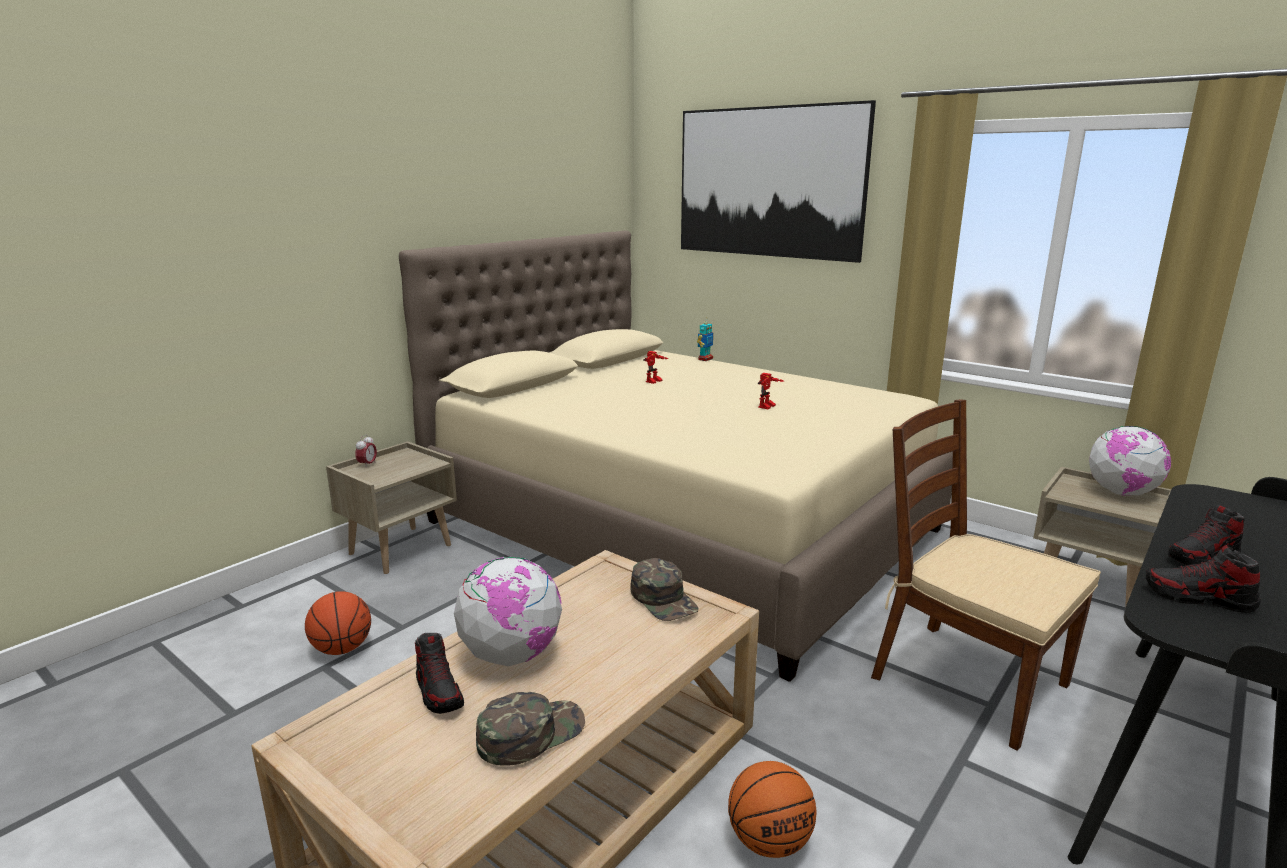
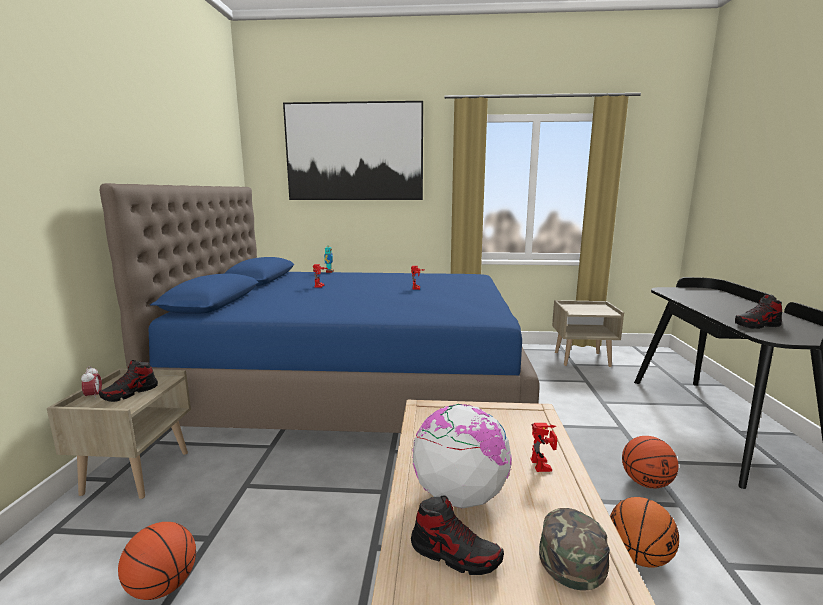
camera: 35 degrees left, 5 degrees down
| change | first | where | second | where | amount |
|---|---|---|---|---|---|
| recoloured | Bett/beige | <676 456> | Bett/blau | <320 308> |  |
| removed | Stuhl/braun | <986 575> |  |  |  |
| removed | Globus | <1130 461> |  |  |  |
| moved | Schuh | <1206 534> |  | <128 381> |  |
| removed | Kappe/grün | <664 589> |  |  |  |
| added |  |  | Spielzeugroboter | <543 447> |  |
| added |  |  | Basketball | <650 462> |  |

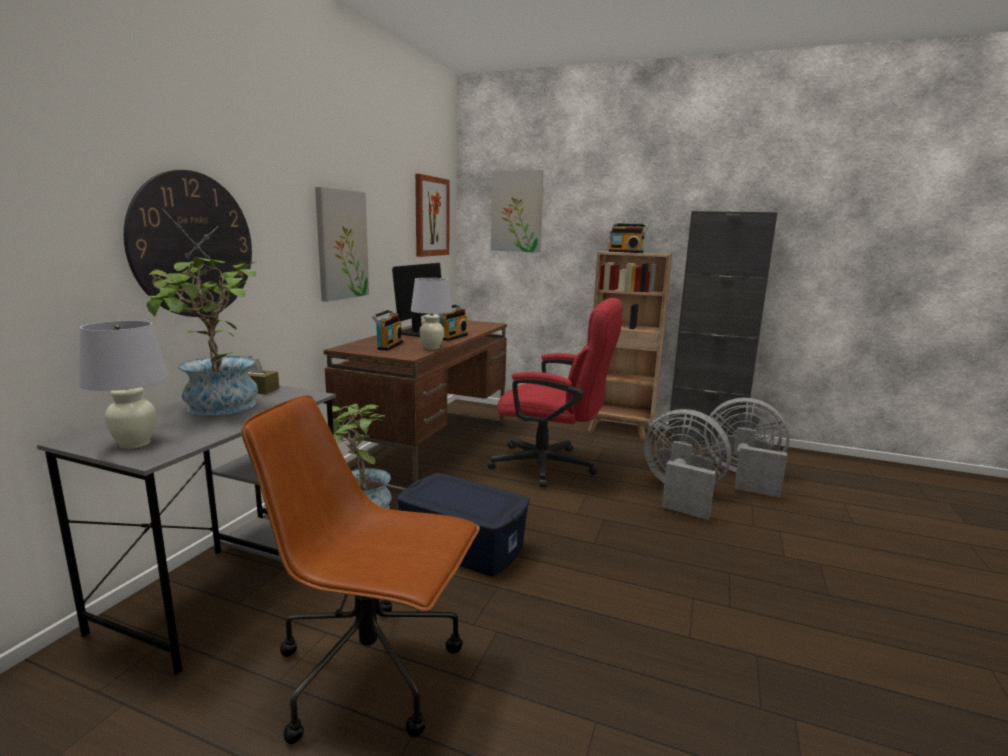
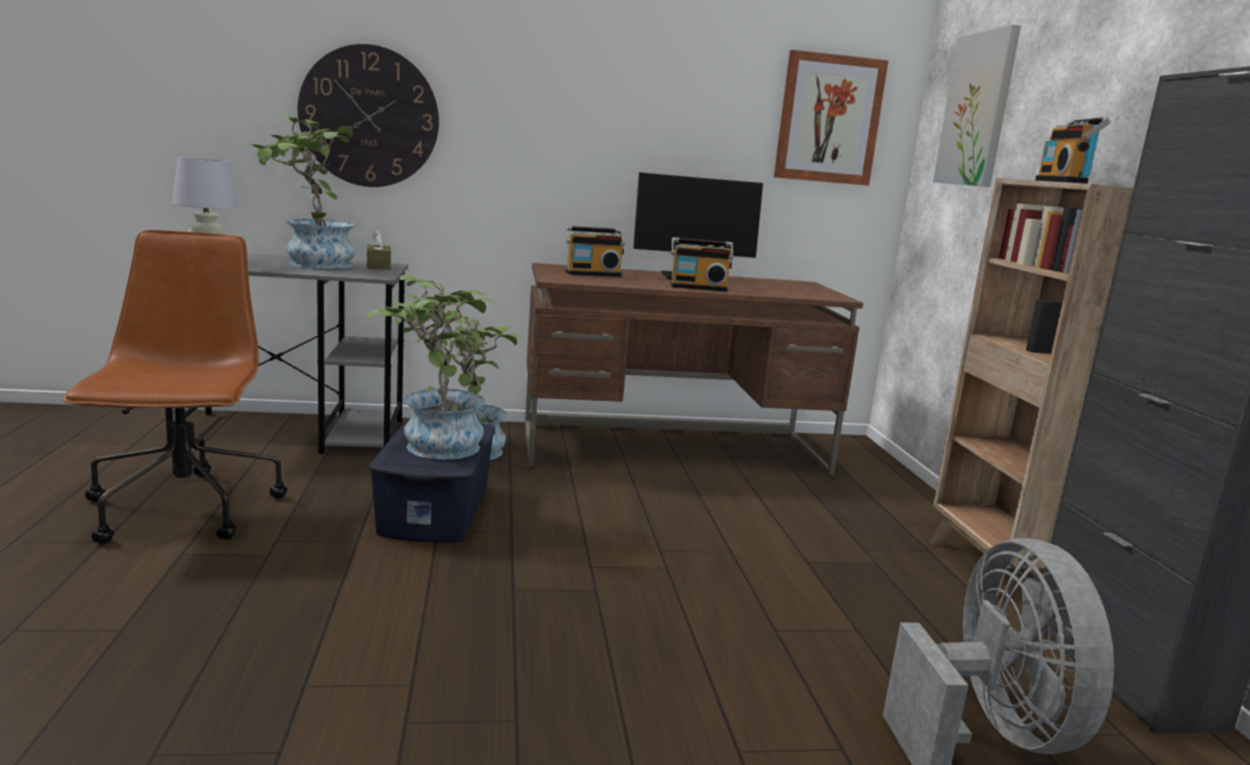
camera: 60 degrees right, 0 degrees up
| change | first | where | second | where | amount |
|---|---|---|---|---|---|
| removed | Bild | <342 244> |  |  |  |
| removed | Tischlampe/weiß | <431 313> |  |  |  |
| removed | Bürostuhl/rot | <555 393> |  |  |  |
| removed | Ventilator/grau | <687 464> |  |  |  |
| added |  |  | Topfpflanze | <431 367> |  |

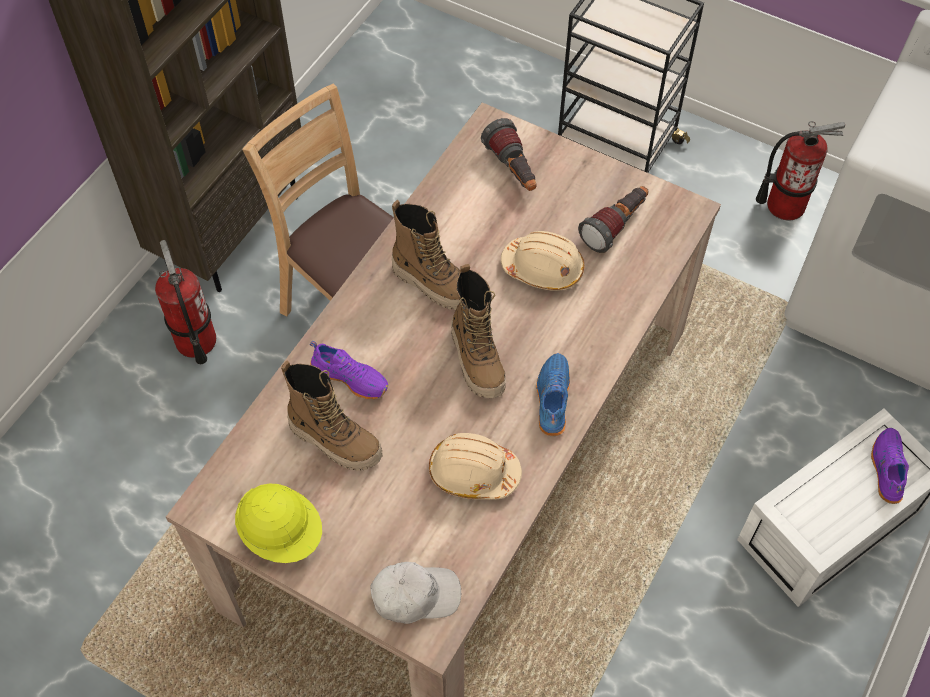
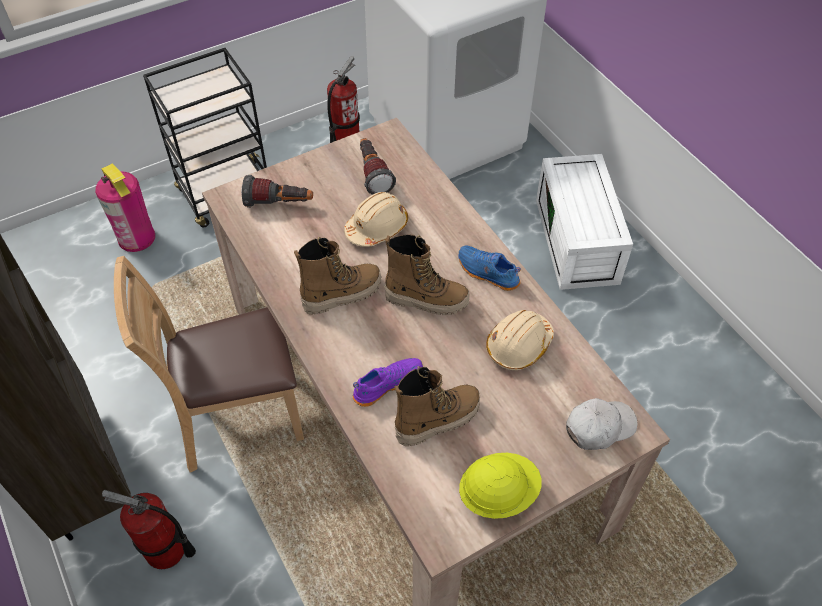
camera: 60 degrees left, 5 degrees down
| change | first | where | second | where | amount |
|---|---|---|---|---|---|
| removed | Schuh/lila | <890 466> |  |  |  |
| turned | Kappe/weiß | <415 593> |  | <602 424> | 45 degrees clockwise |
| added |  |  | Feuerlöscher | <125 207> |  |

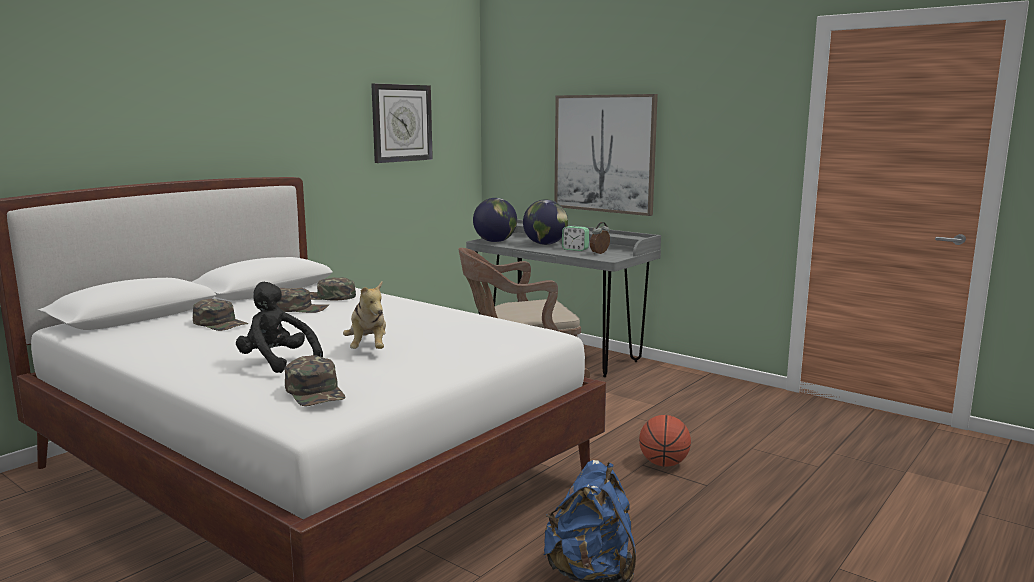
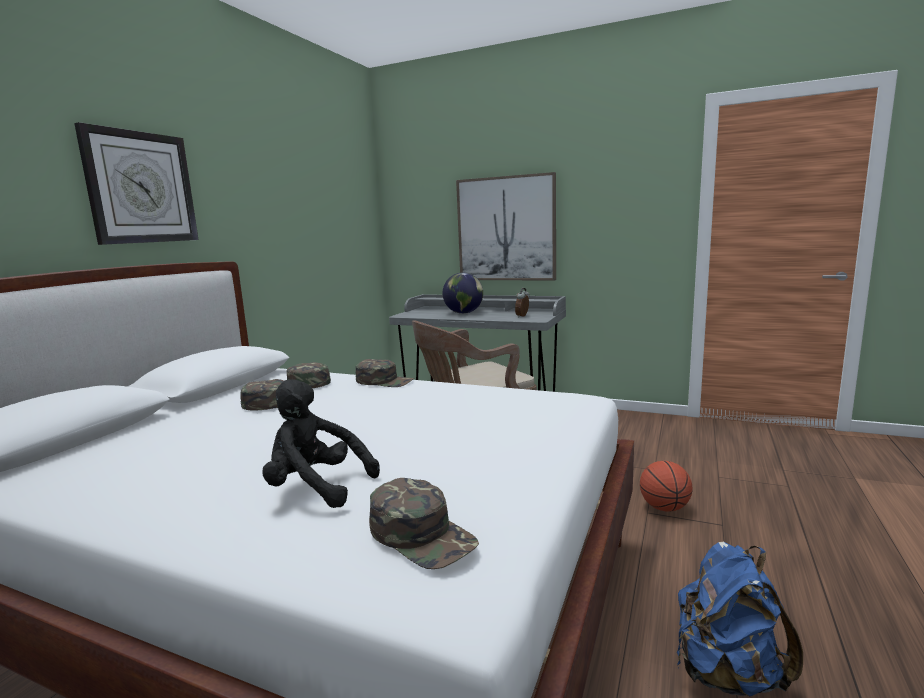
camera: 15 degrees left, 0 degrees up
| change | first | where | second | where | amount |
|---|---|---|---|---|---|
| moved | Wanduhr | <402 123> |  | <136 183> |  |
| removed | Globus | <495 220> |  |  |  |
| removed | Wecker | <575 238> |  |  |  |
| removed | Plüschtier | <364 315> |  |  |  |
| moved | Kappe/grün | <220 315> |  | <385 373> |  |

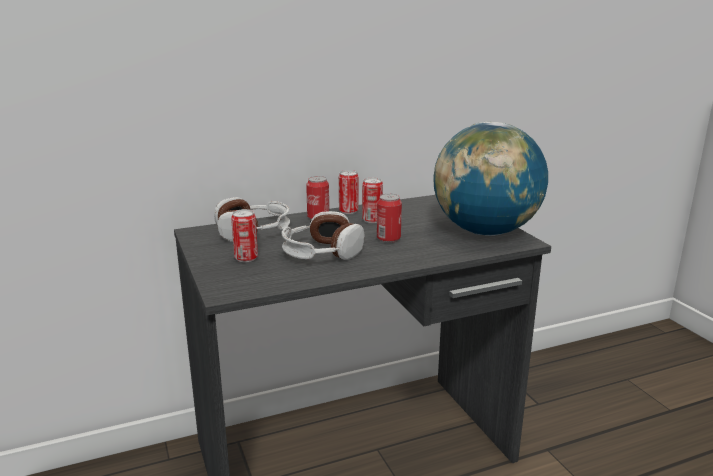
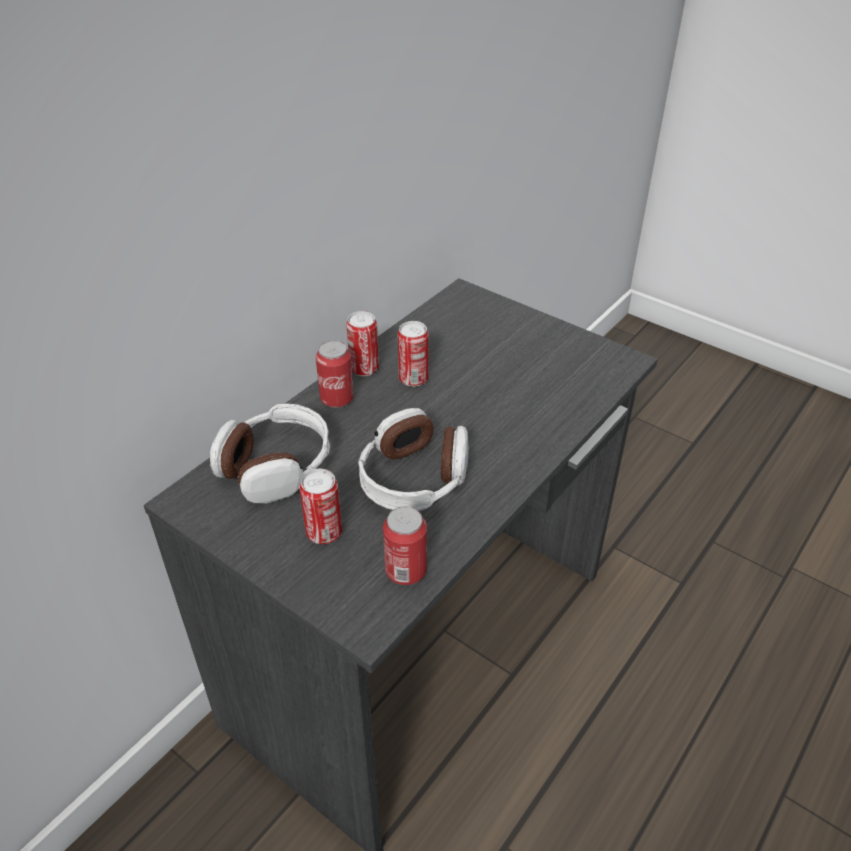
camera: 30 degrees left, 20 degrees up
| change | first | where | second | where | amount |
|---|---|---|---|---|---|
| removed | Globus | <490 179> |  |  |  |
| moved | Dose | <389 218> |  | <405 546> |  |

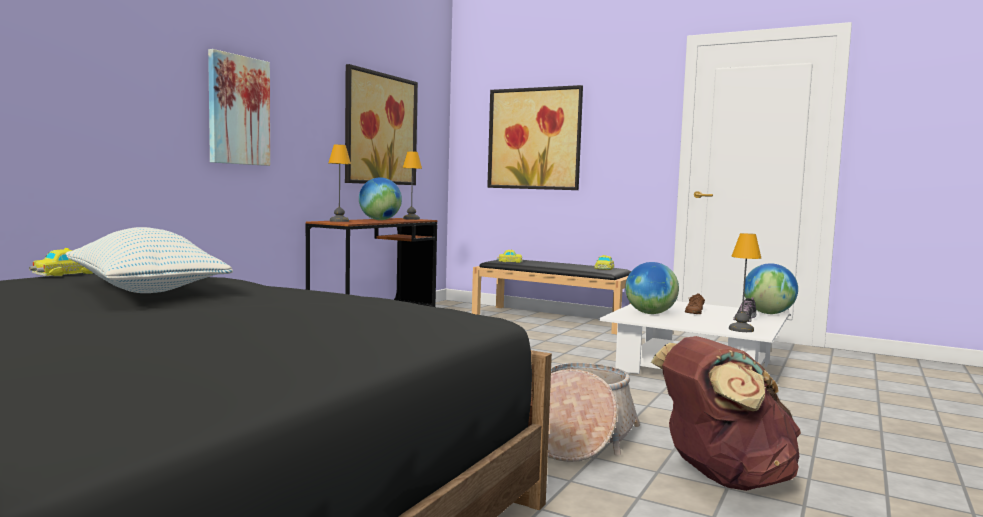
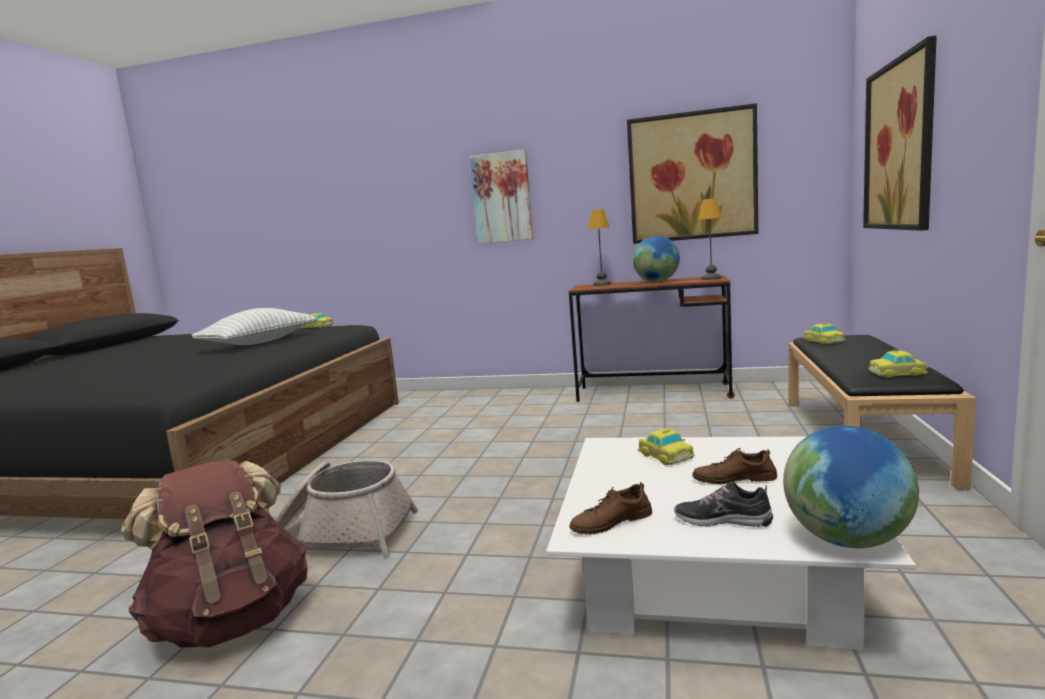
camera: 75 degrees right, 5 degrees up
| change | first | where | second | where | amount |
|---|---|---|---|---|---|
| replaced | Tischlampe | <745 282> | Schuh/braun | <610 508> |  |
| replaced | Globus | <652 288> | Spielzeugauto | <666 447> |  |

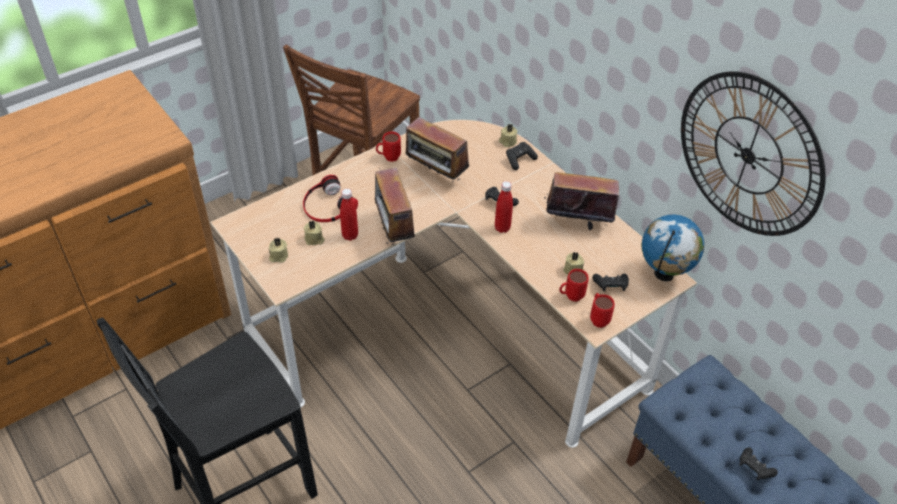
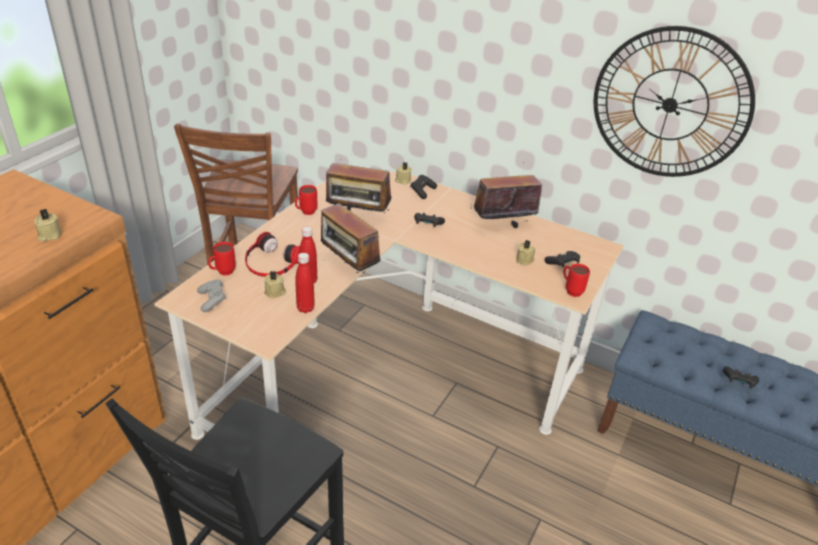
camera: 25 degrees left, 10 degrees down
| change | first | where | second | where | amount |
|---|---|---|---|---|---|
| moved | Flasche/rot | <504 207> |  | <305 283> |  |
| removed | Globus | <673 248> |  |  |  |
| moved | Kerze/beige | <278 250> |  | <48 225> |  |
| moved | Henkelbecher/rot | <574 285> |  | <222 259> |  |
| added |  |  | Gamepad/grau | <211 295> |  |

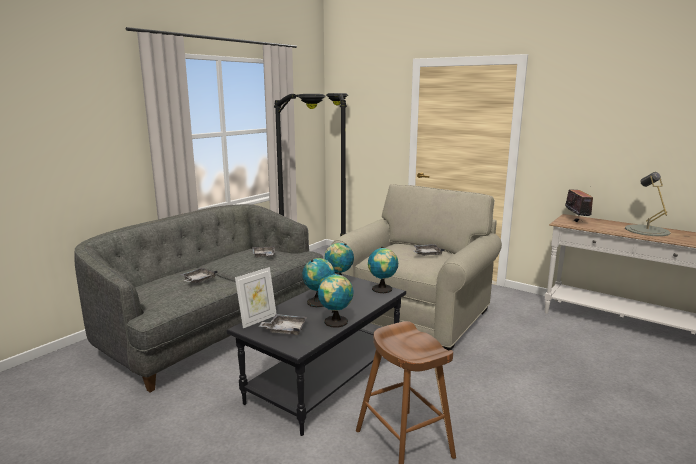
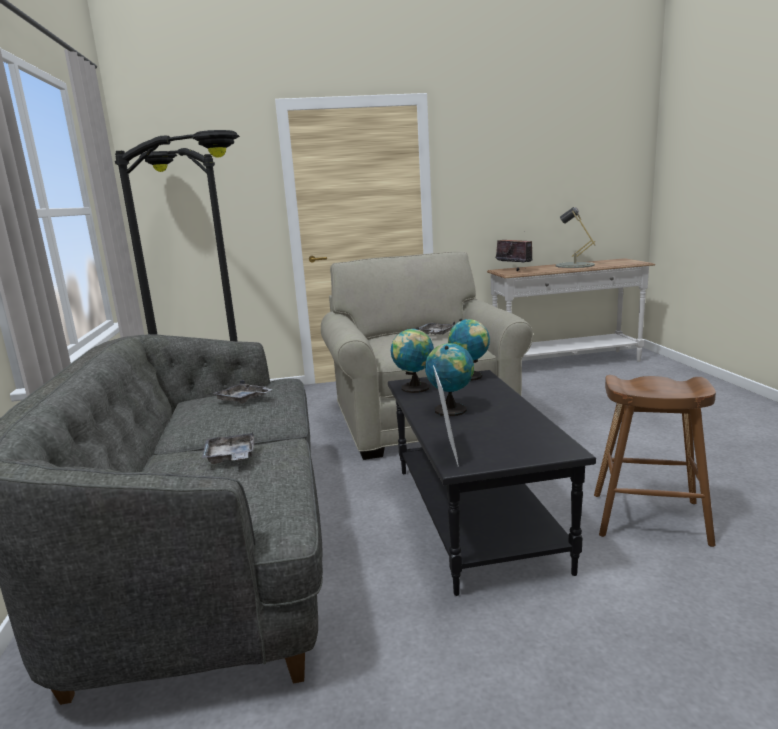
camera: 45 degrees left, 0 degrees up
| change | first | where | second | where | amount |
|---|---|---|---|---|---|
| removed | Globus | <335 300> |  |  |  |
| removed | Tablett/grau | <283 324> |  |  |  |

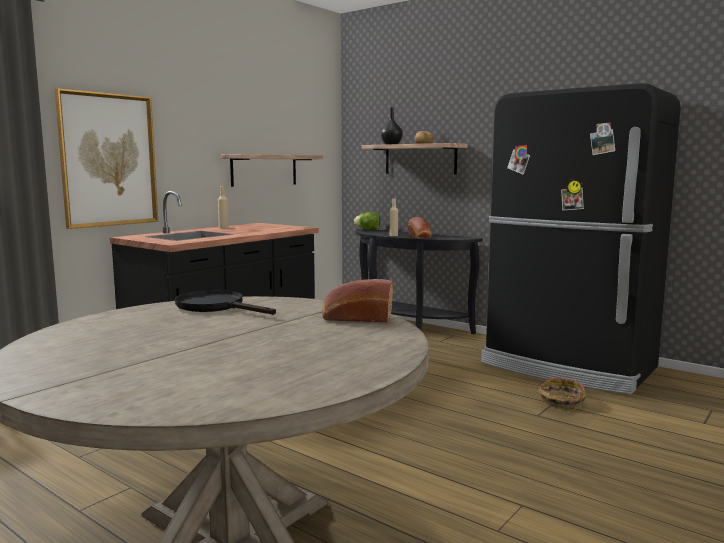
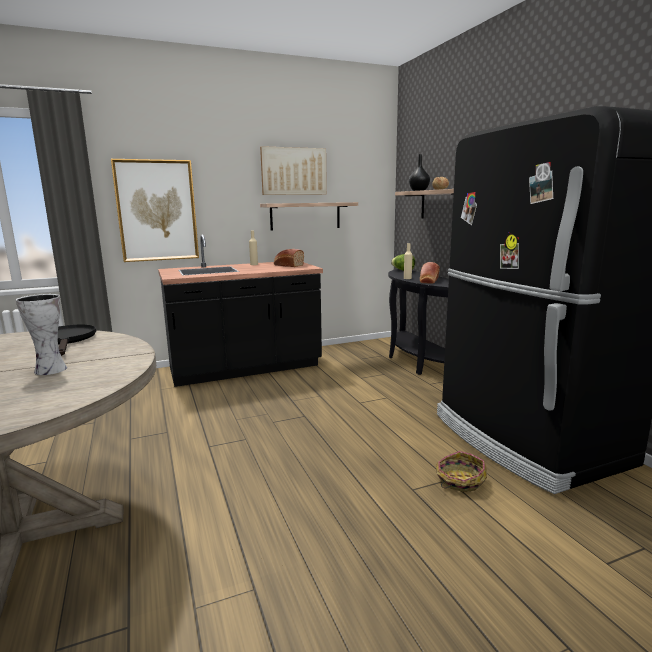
camera: 30 degrees right, 5 degrees up
| change | first | where | second | where | amount |
|---|---|---|---|---|---|
| moved | Brot | <357 300> |  | <289 258> |  |
| added |  |  | Bild | <293 170> |  |
| added |  |  | Vase | <41 334> |  |

